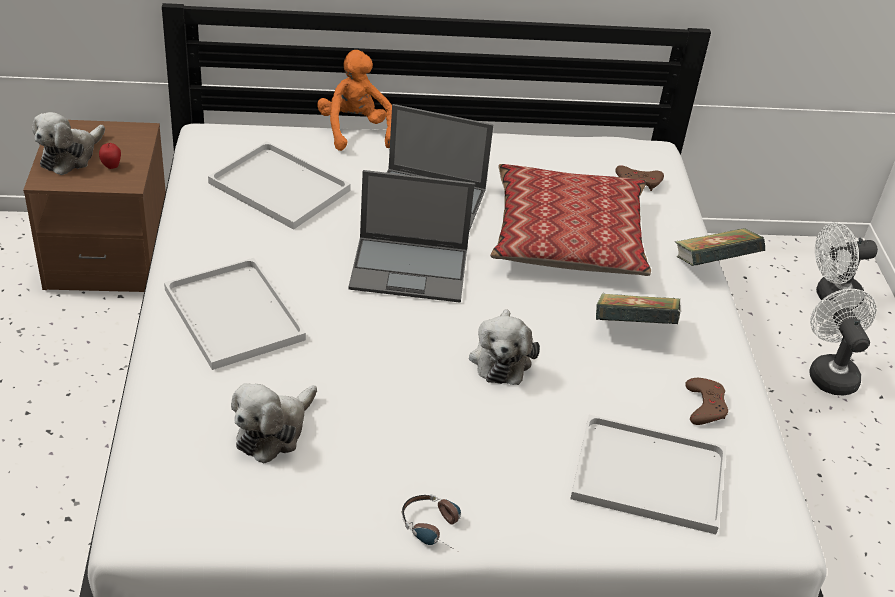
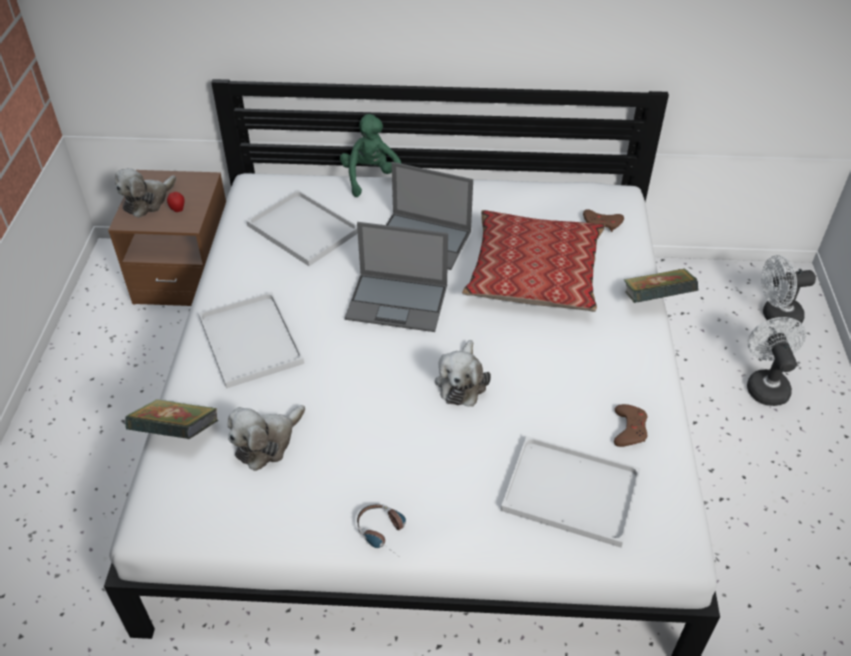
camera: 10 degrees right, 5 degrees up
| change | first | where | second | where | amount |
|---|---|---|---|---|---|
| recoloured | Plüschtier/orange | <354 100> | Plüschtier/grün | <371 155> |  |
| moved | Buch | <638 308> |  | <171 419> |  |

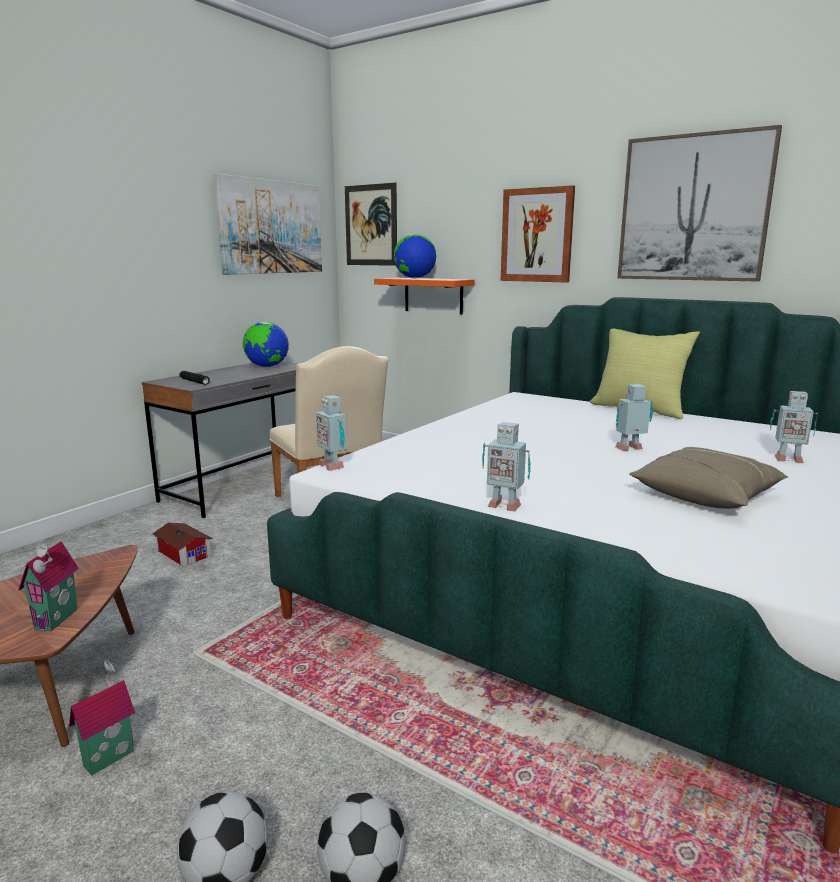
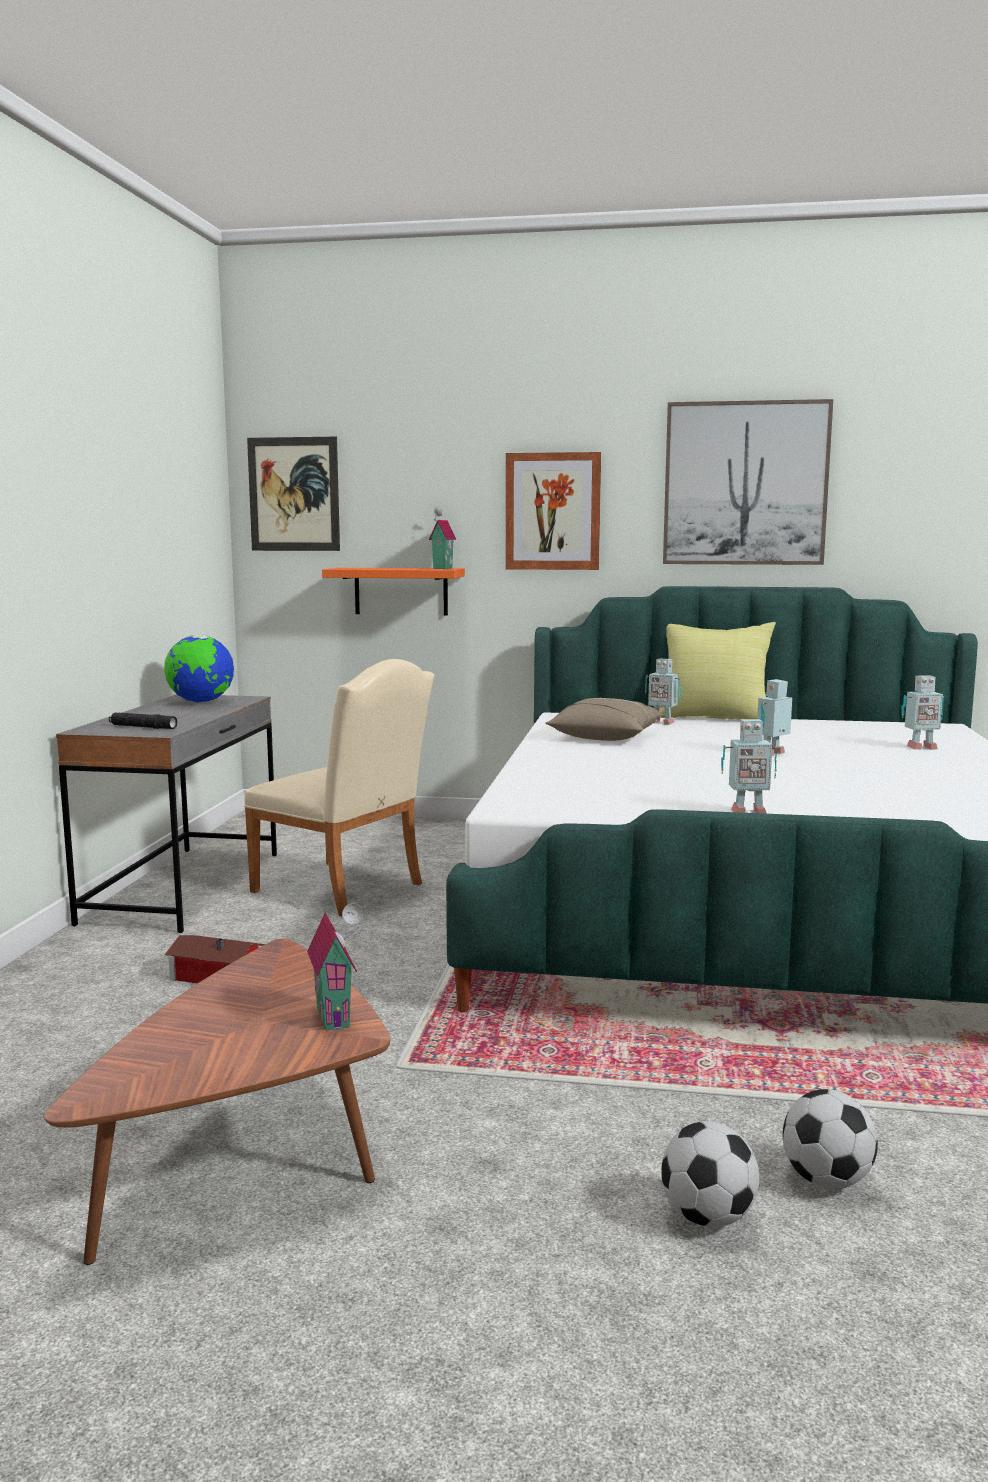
camera: 25 degrees left, 5 degrees down
| change | first | where | second | where | amount |
|---|---|---|---|---|---|
| removed | Bild | <268 224> |  |  |  |
| removed | Globus | <415 256> |  |  |  |
| moved | Spielzeugroboter | <331 433> |  | <663 692> |  |
| moved | Kissen/beige | <708 478> |  | <604 719> |  |
| moved | Spielzeughaus | <102 717> |  | <442 538> |  |

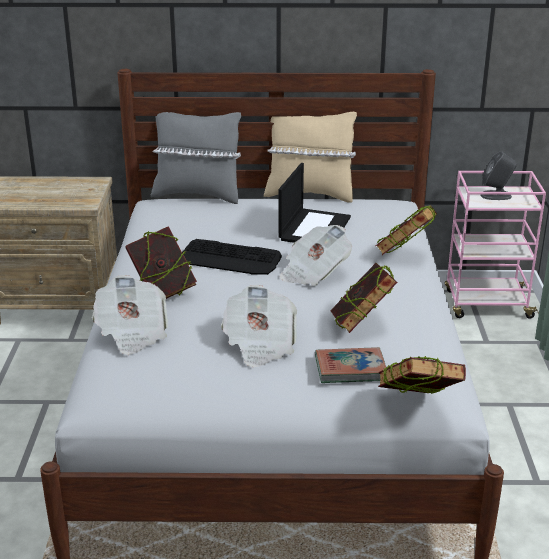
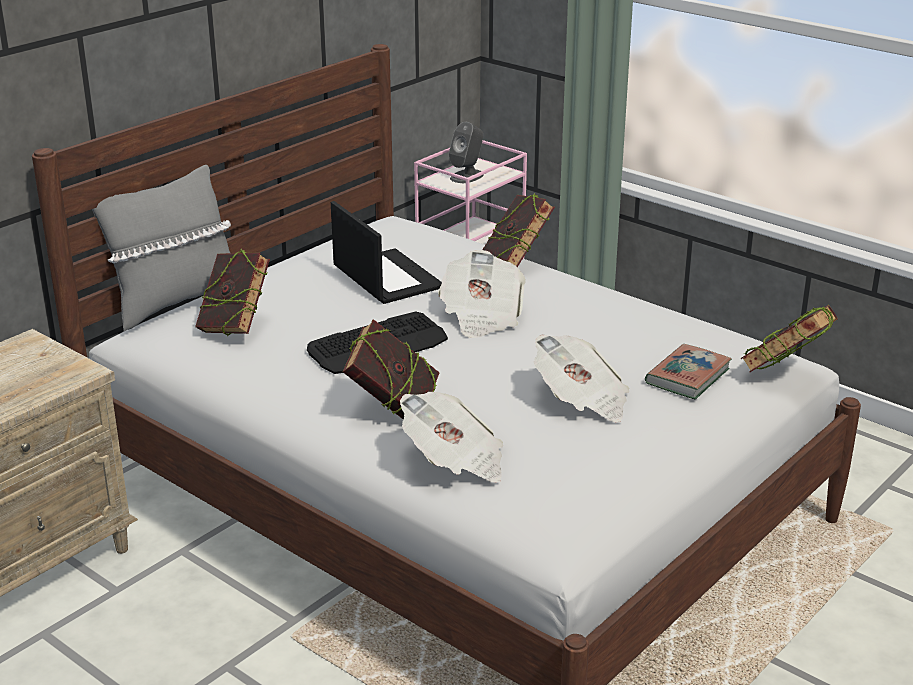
camera: 50 degrees left, 0 degrees up
| change | first | where | second | where | amount |
|---|---|---|---|---|---|
| removed | Kissen/beige | <310 157> |  |  |  |
| moved | Buch | <364 298> |  | <232 292> |  |

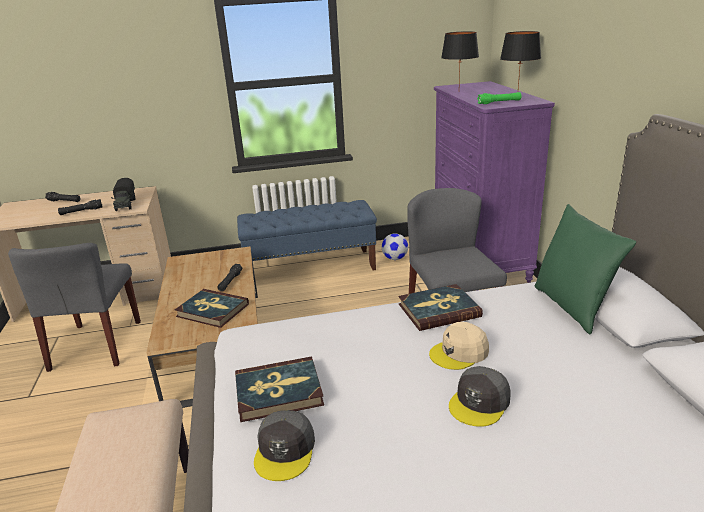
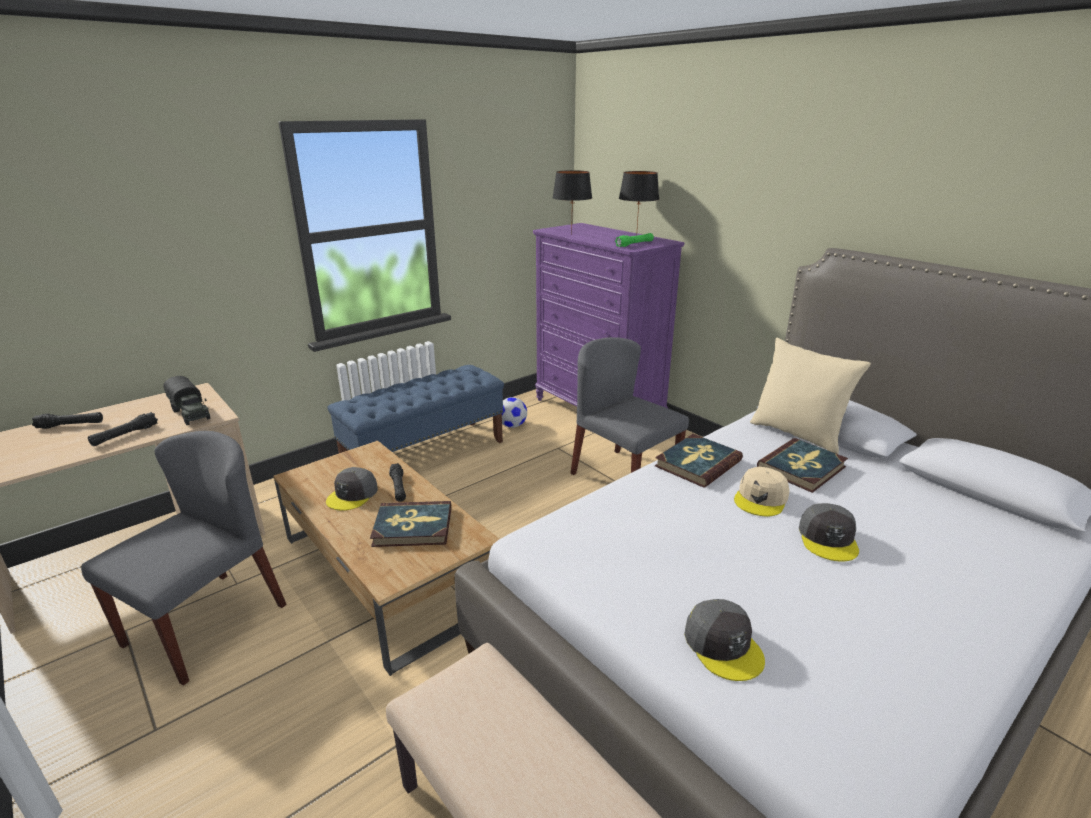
camera: 30 degrees left, 0 degrees up
| change | first | where | second | where | amount |
|---|---|---|---|---|---|
| recoloured | Kissen/grün | <585 269> | Kissen/beige | <810 396> |  |
| turned | Stuhl/grau | <74 307> |  | <183 558> | 120 degrees counterclockwise |
| moved | Buch | <279 389> |  | <802 465> |  |
| added |  |  | Kappe/grau | <352 488> |  |

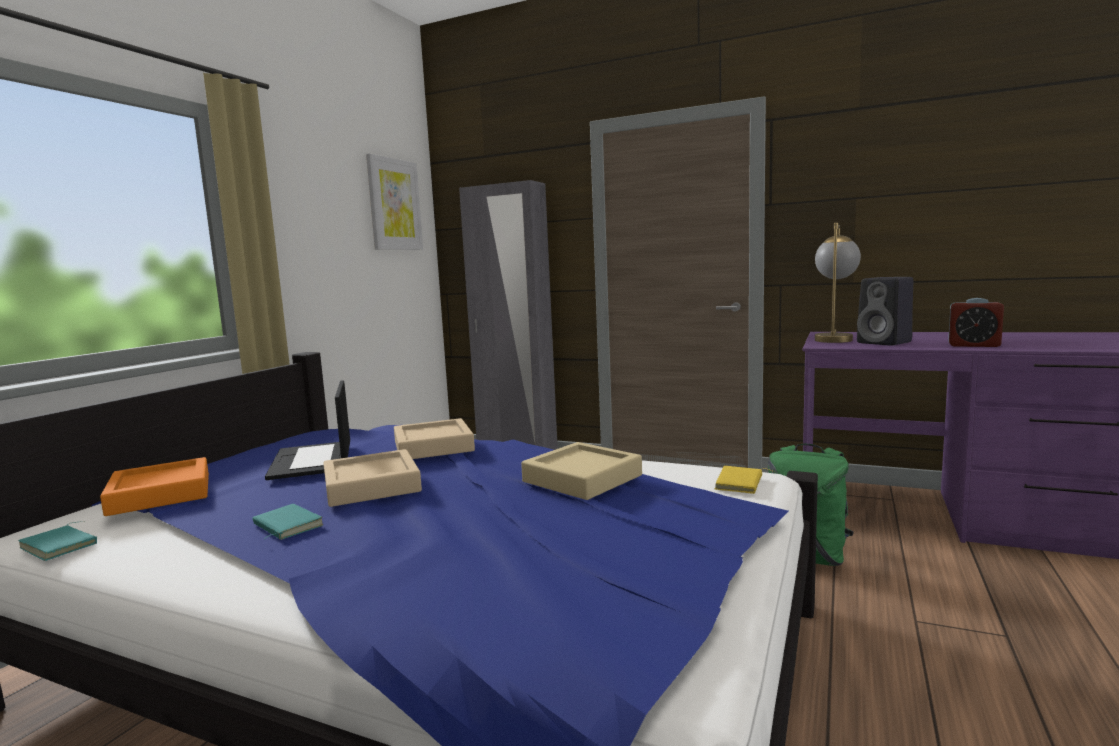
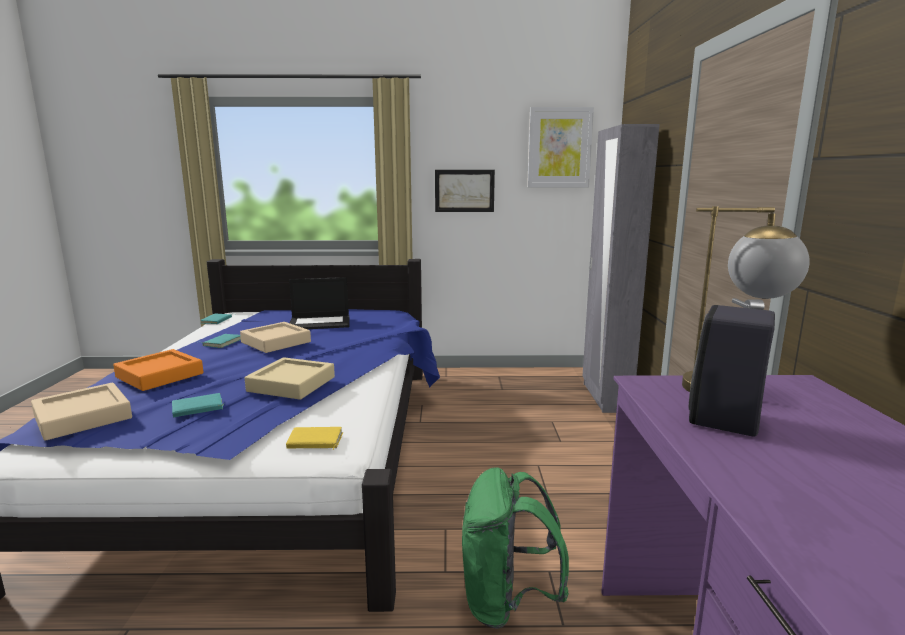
camera: 65 degrees right, 5 degrees up
| change | first | where | second | where | amount |
|---|---|---|---|---|---|
| removed | Wecker | <976 322> |  |  |  |
| turned | Laptop | <307 430> |  | <319 303> | 150 degrees counterclockwise |
| moved | Tablett/beige | <434 438> |  | <81 412> |  |
| moved | Tablett/orange | <154 486> |  | <158 370> |  |
| added |  |  | Bild | <465 191> |  |
| added |  |  | Buch/türkis | <198 405> |  |

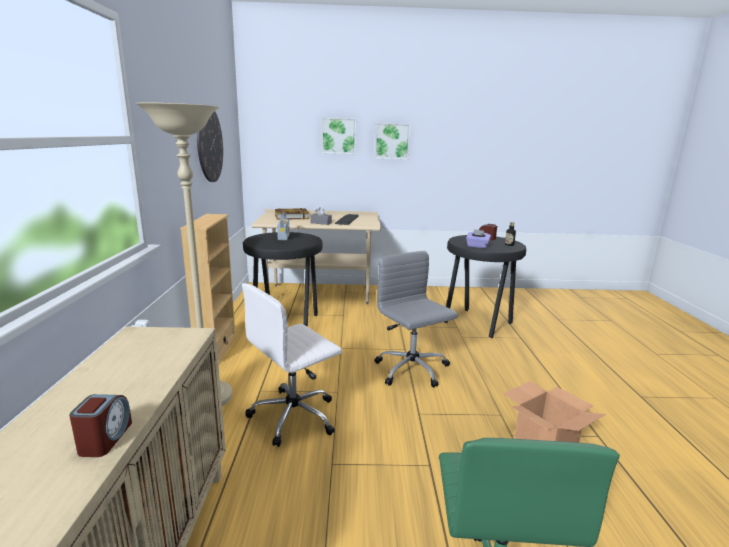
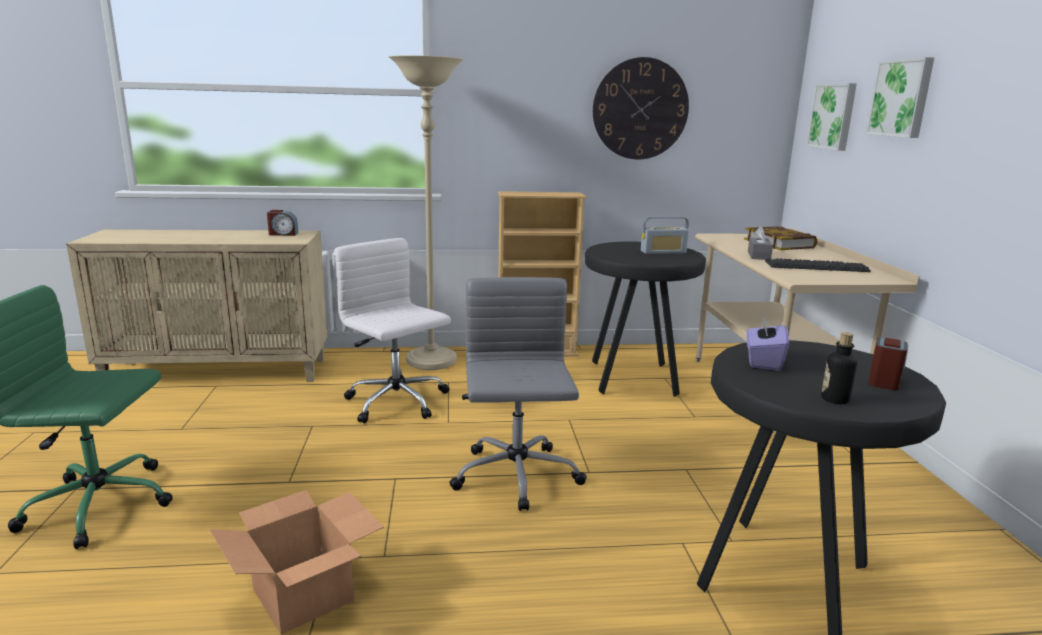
camera: 85 degrees right, 0 degrees up
| change | first | where | second | where | amount |
|---|---|---|---|---|---|
| moved | Bild | <392 141> |  | <831 117> |  |
| turned | Bürostuhl/grau | <416 319> |  | <518 394> | 60 degrees counterclockwise |
| moved | Wecker | <100 425> |  | <282 223> |  |

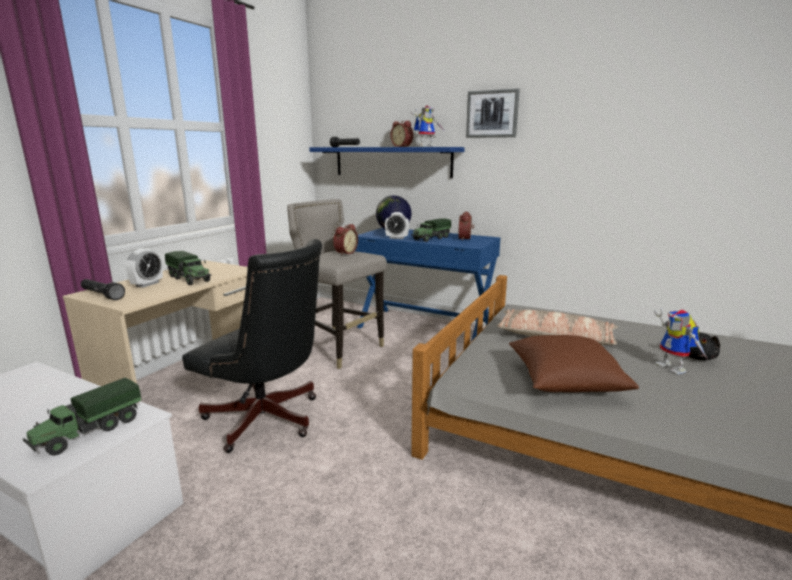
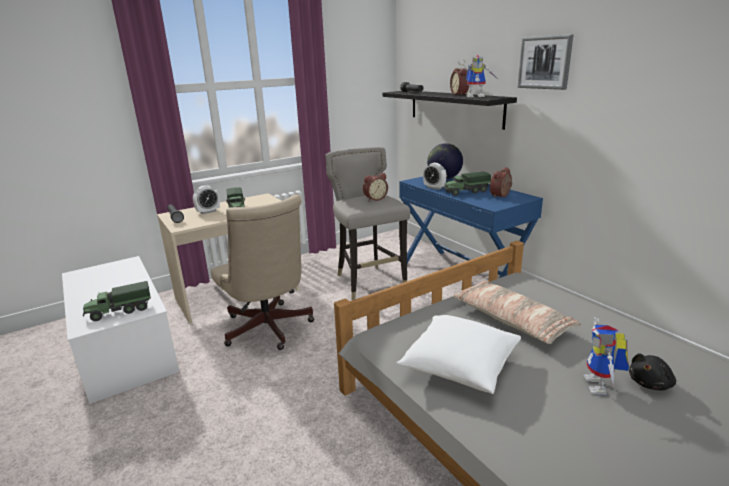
camera: 30 degrees right, 5 degrees up
| change | first | where | second | where | amount |
|---|---|---|---|---|---|
| recoloured | Wandregal/blau | <387 162> | Wandregal/schwarz | <450 110> |  |
| recoloured | Bürostuhl/schwarz | <252 346> | Bürostuhl/beige | <262 272> |  |
| recoloured | Kissen/braun | <574 363> | Kissen/weiß | <459 354> |  |

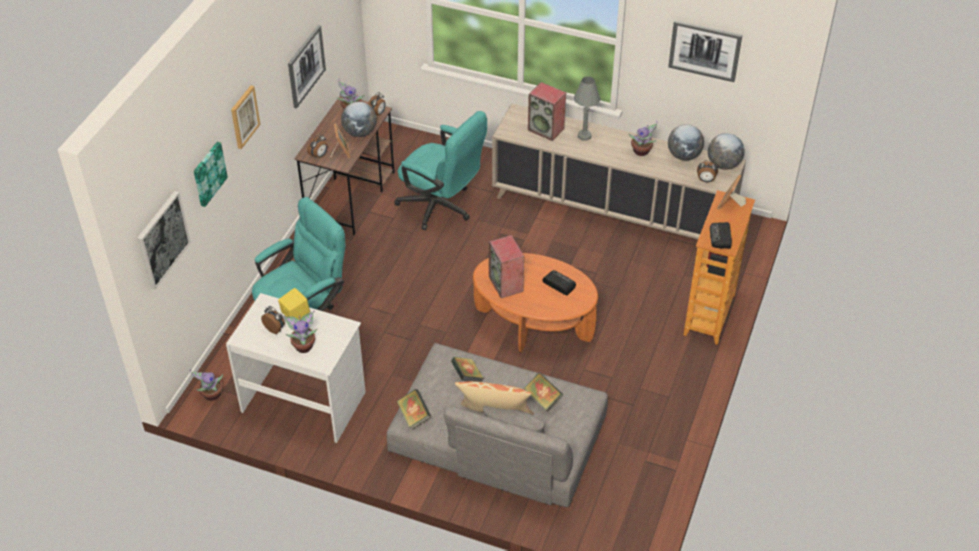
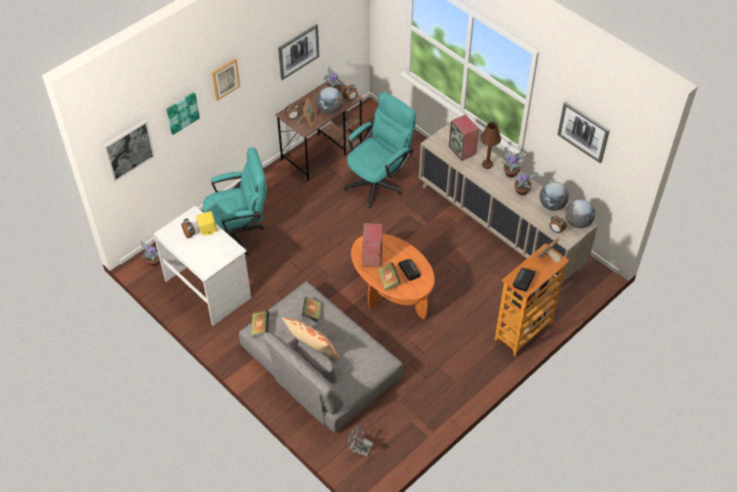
camera: 25 degrees right, 5 degrees up
| change | first | where | second | where | amount |
|---|---|---|---|---|---|
| recoloured | Tischlampe/grau | <587 108> | Tischlampe/braun | <490 145> |  |
| turned | Bürostuhl/türkis | <441 170> |  | <380 149> | 105 degrees counterclockwise |
| moved | Topfpflanze | <300 332> |  | <513 163> |  |
| moved | Buch | <543 391> |  | <389 276> |  |
| added |  |  | Ventilator/grau | <360 441> |  |

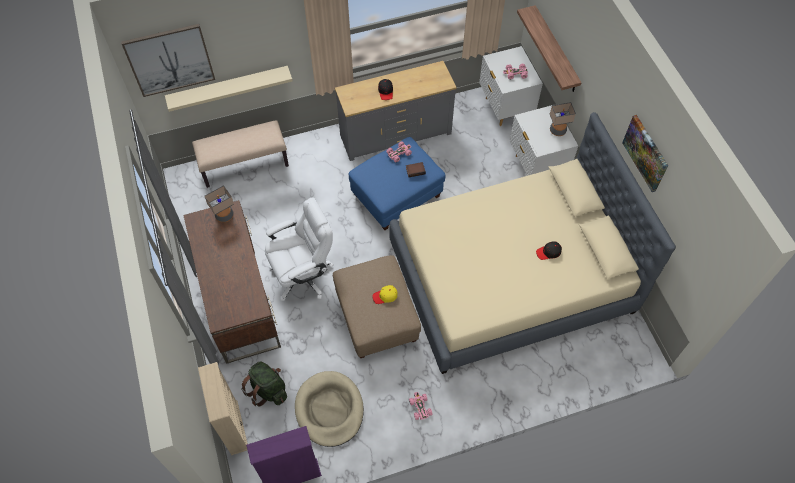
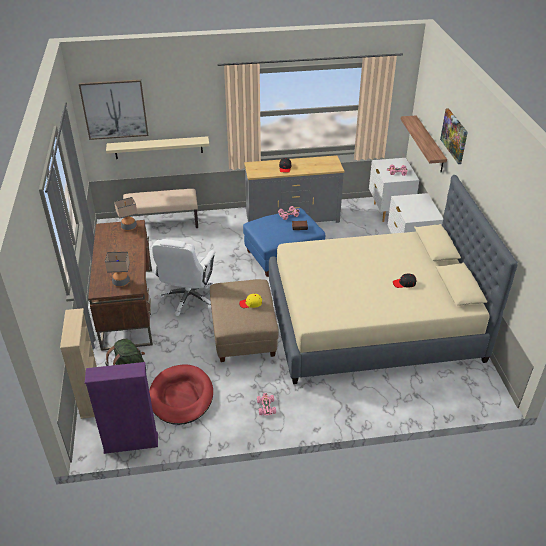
camera: 10 degrees right, 20 degrees down
| change | first | where | second | where | amount |
|---|---|---|---|---|---|
| moved | Tischlampe | <563 119> |  | <117 269> |  |
| moved | Bild | <645 153> |  | <454 136> |  |
| turned | Bürostuhl/weiß | <299 249> |  | <183 277> | 120 degrees clockwise |
| recoloured | Hundebett/beige | <329 409> | Hundebett/rot | <181 394> |  |

